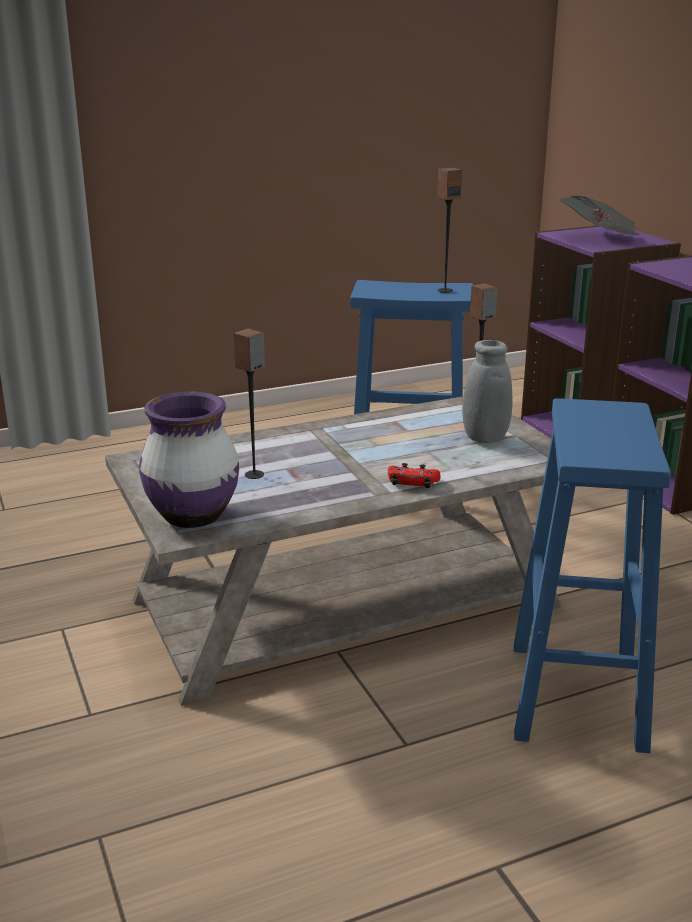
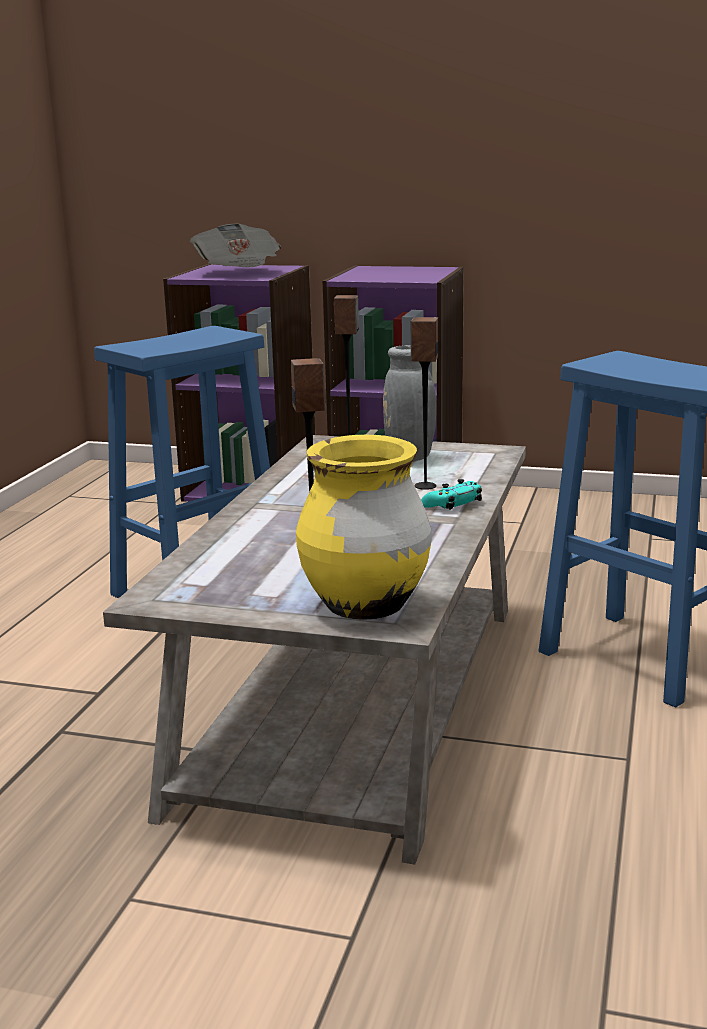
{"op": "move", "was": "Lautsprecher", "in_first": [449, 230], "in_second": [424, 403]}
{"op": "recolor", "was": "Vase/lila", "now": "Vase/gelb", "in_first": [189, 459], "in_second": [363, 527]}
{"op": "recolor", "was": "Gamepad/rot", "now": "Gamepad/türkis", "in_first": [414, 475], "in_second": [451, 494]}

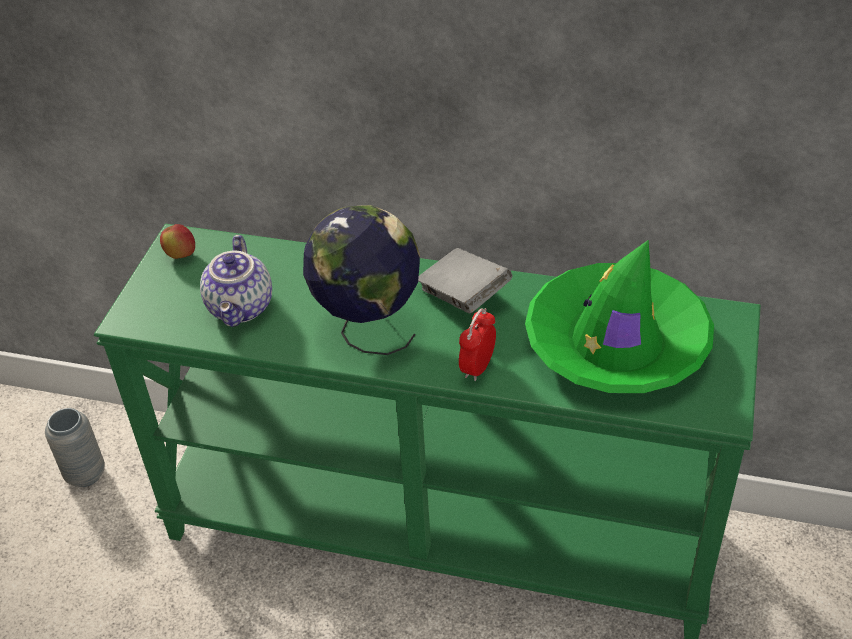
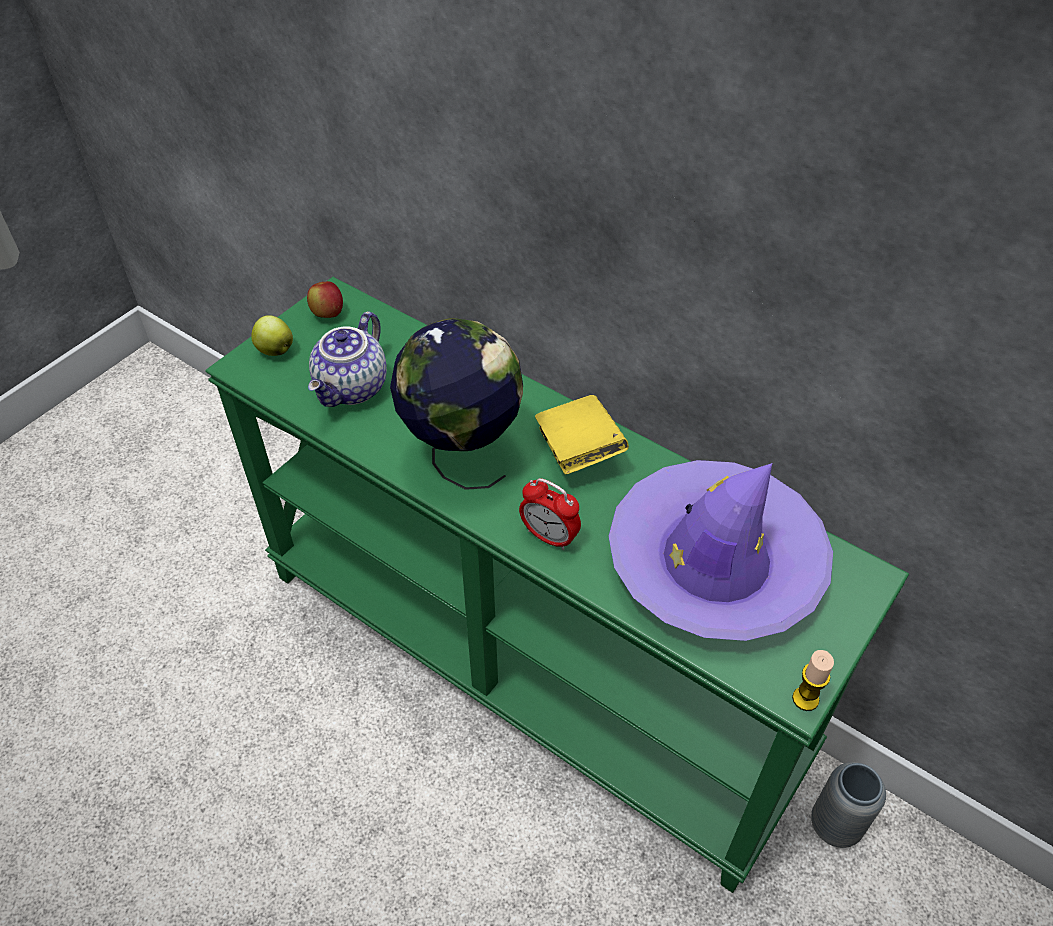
{"op": "recolor", "was": "Hut/grün", "now": "Hut/lila", "in_first": [619, 316], "in_second": [721, 550]}
{"op": "recolor", "was": "Buch/grau", "now": "Buch/gelb", "in_first": [465, 281], "in_second": [582, 434]}
{"op": "rotate", "was": "Wecker", "in_first": [477, 344], "in_second": [550, 514], "clockwise": -105}
{"op": "move", "was": "Vase/grau", "in_first": [75, 447], "in_second": [848, 805]}
{"op": "insert", "now": "Apfel", "in_second": [272, 335]}
{"op": "insert", "now": "Kerze", "in_second": [813, 680]}

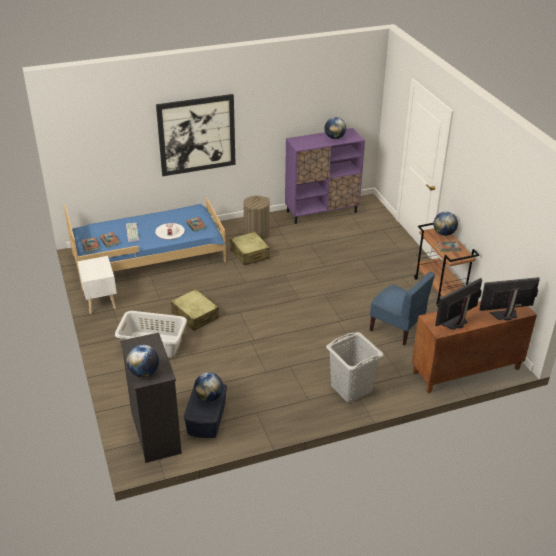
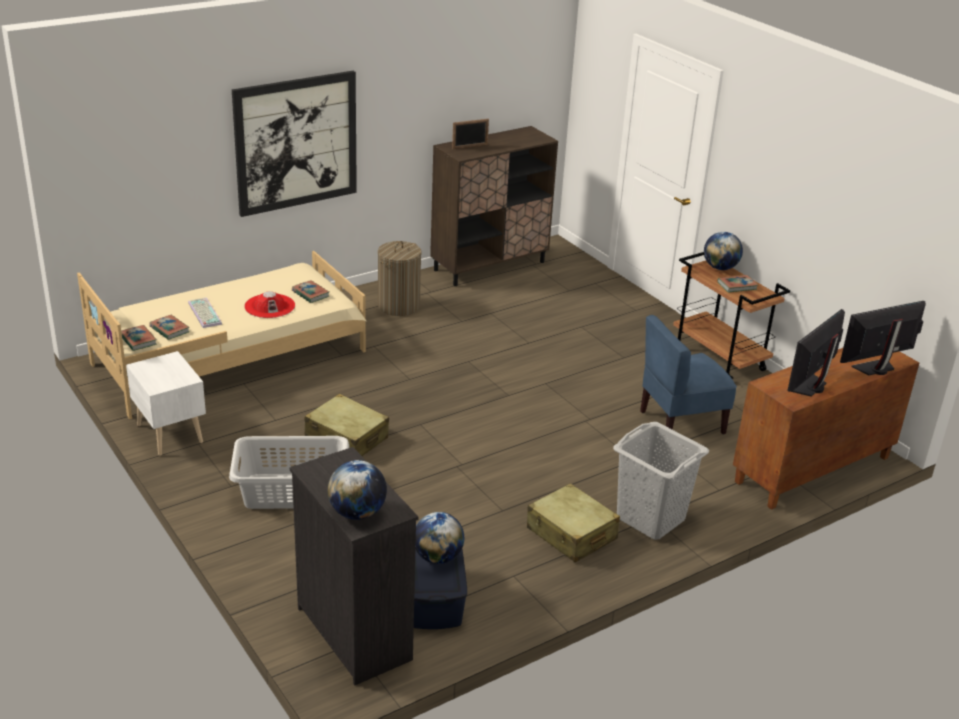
{"op": "delete", "was": "Globus", "in_first": [335, 128]}
{"op": "recolor", "was": "Schrank/lila", "now": "Schrank/braun", "in_first": [325, 176], "in_second": [494, 206]}
{"op": "recolor", "was": "Bett/blau", "now": "Bett/beige", "in_first": [145, 244], "in_second": [221, 335]}
{"op": "recolor", "was": "Hut/weiß", "now": "Hut/rot", "in_first": [170, 231], "in_second": [269, 304]}
{"op": "move", "was": "Koffer/beige", "in_first": [250, 249], "in_second": [573, 522]}
{"op": "rotate", "was": "Stuhl/blau", "in_first": [402, 309], "in_second": [688, 374], "clockwise": 135}
{"op": "insert", "now": "Bilderrahmen", "in_second": [470, 134]}

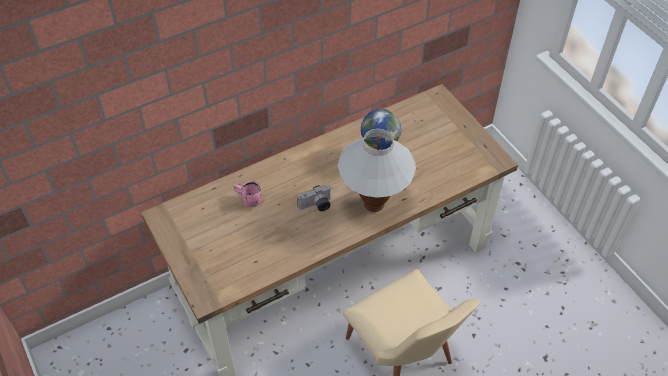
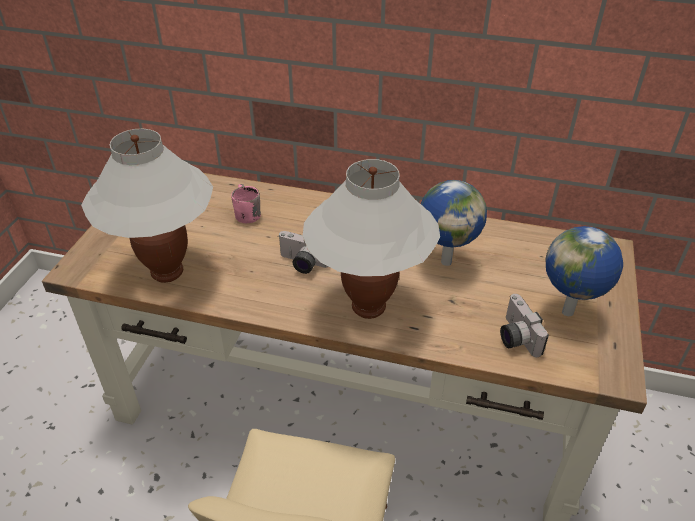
{"op": "insert", "now": "Tischlampe/weiß", "in_second": [147, 206]}
{"op": "insert", "now": "Globus", "in_second": [584, 271]}
{"op": "insert", "now": "Kamera", "in_second": [524, 325]}

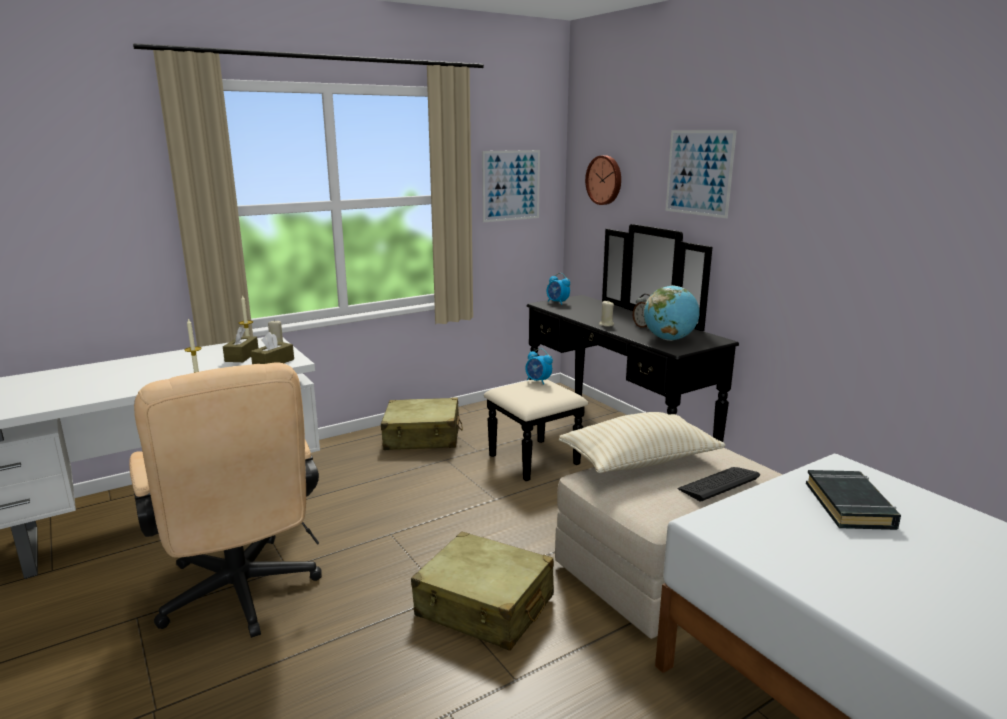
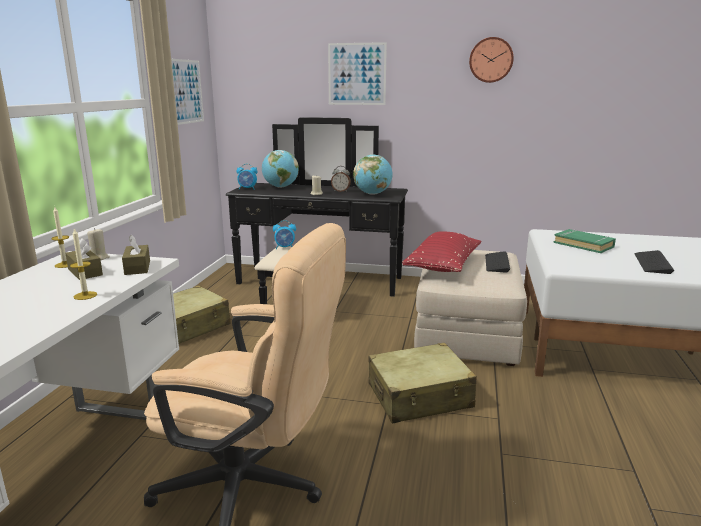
{"op": "move", "was": "Wanduhr", "in_first": [603, 180], "in_second": [491, 60]}
{"op": "recolor", "was": "Kissen/beige", "now": "Kissen/rot", "in_first": [642, 442], "in_second": [441, 251]}
{"op": "recolor", "was": "Buch/schwarz", "now": "Buch/grün", "in_first": [853, 500], "in_second": [585, 241]}
{"op": "insert", "now": "Globus", "in_second": [280, 169]}
{"op": "insert", "now": "Tastatur", "in_second": [654, 262]}

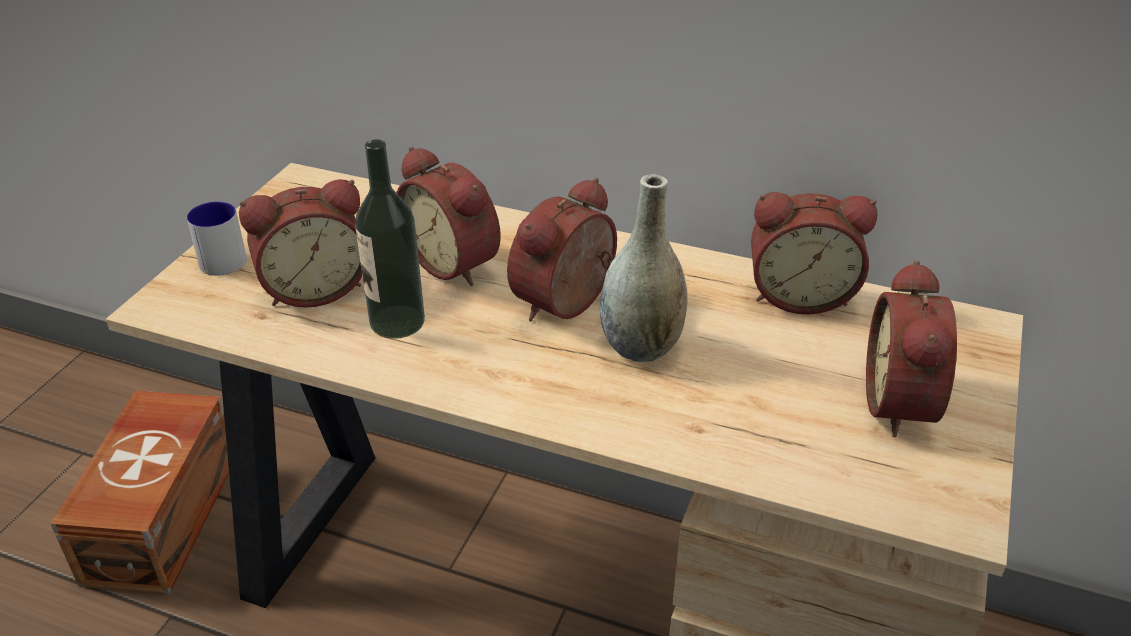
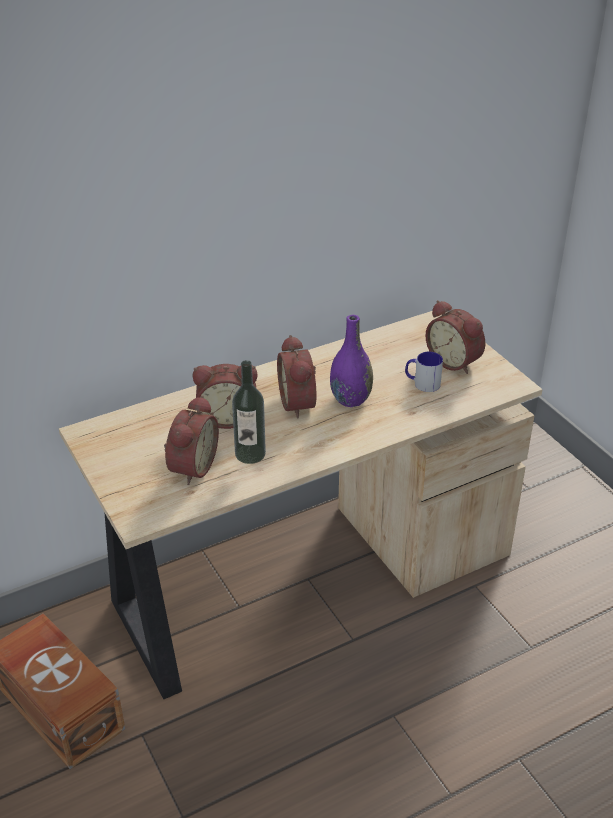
{"op": "recolor", "was": "Vase/grau", "now": "Vase/lila", "in_first": [644, 268], "in_second": [351, 361]}
{"op": "delete", "was": "Wecker", "in_first": [814, 253]}
{"op": "move", "was": "Henkelbecher", "in_first": [217, 238], "in_second": [424, 372]}

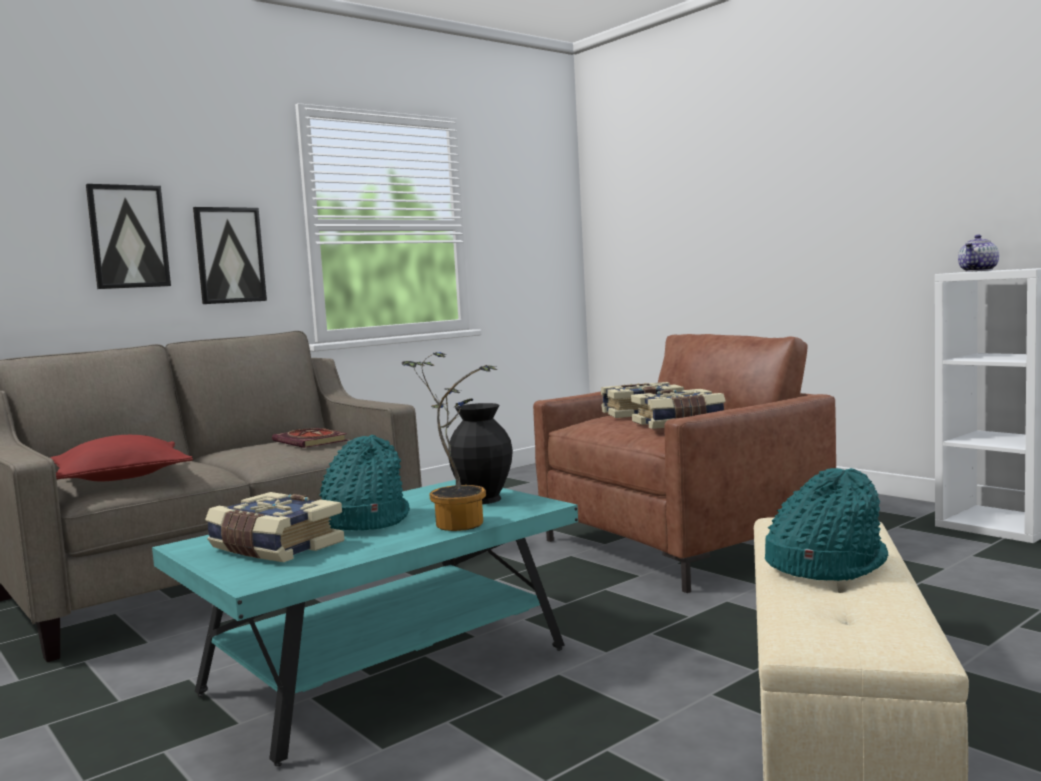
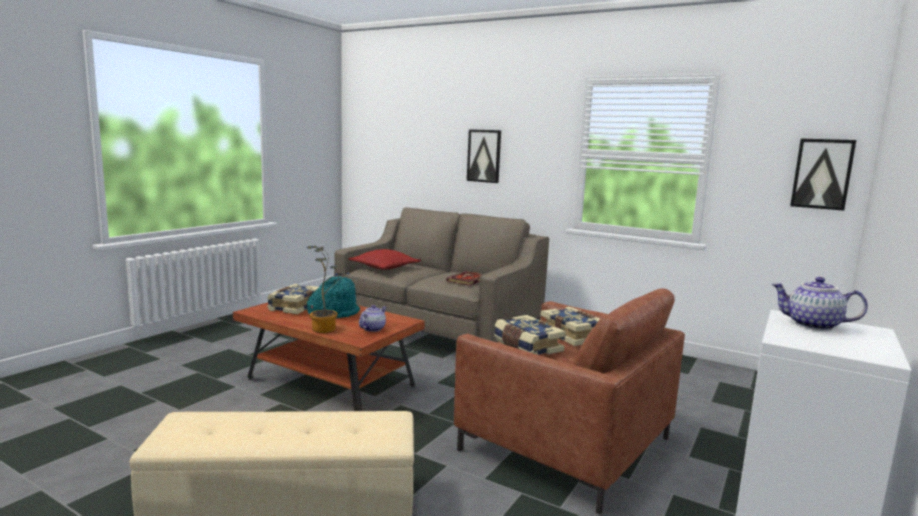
{"op": "move", "was": "Bild", "in_first": [230, 255], "in_second": [823, 175]}
{"op": "replace", "was": "Vase/schwarz", "now": "Teekanne", "in_first": [480, 453], "in_second": [372, 318]}
{"op": "delete", "was": "Hut/türkis", "in_first": [826, 524]}
{"op": "recolor", "was": "Couchtisch/türkis", "now": "Couchtisch/braun", "in_first": [365, 623], "in_second": [329, 356]}

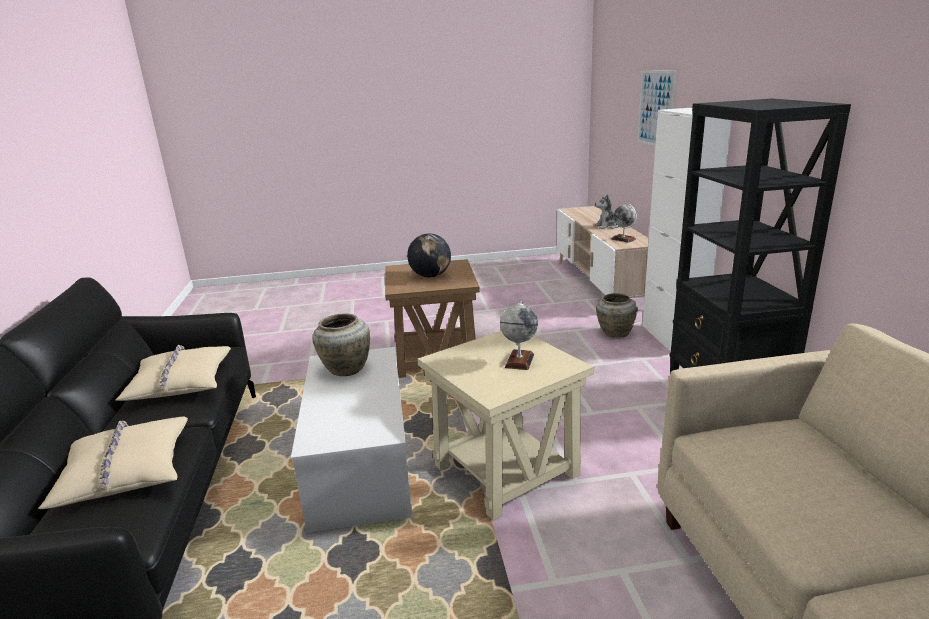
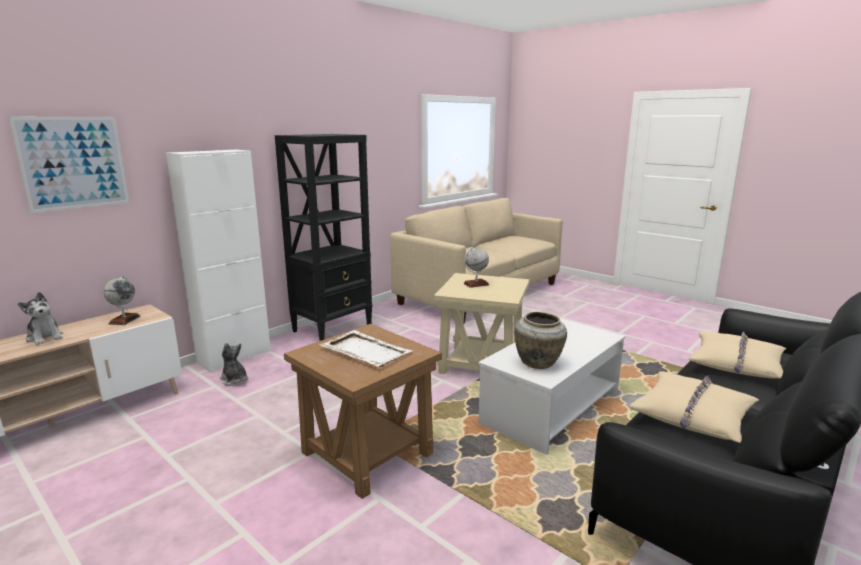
{"op": "replace", "was": "Globus", "now": "Tablett/weiß", "in_first": [429, 255], "in_second": [366, 348]}
{"op": "replace", "was": "Vase/beige", "now": "Plüschtier", "in_first": [617, 315], "in_second": [234, 364]}

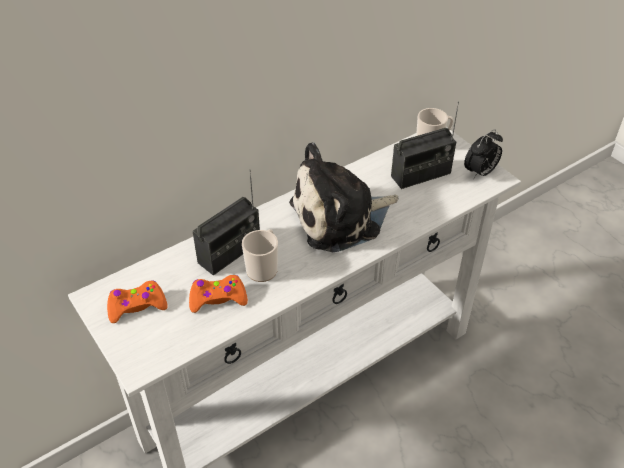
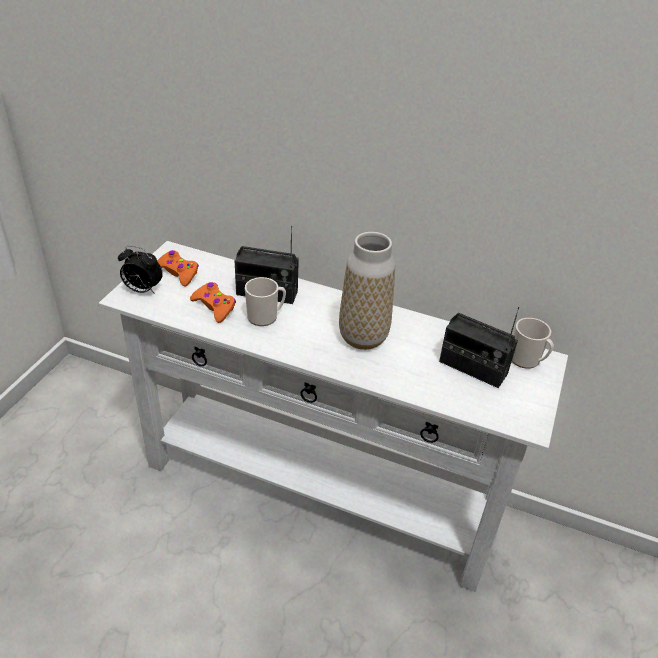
{"op": "move", "was": "Wecker", "in_first": [483, 154], "in_second": [140, 270]}
{"op": "replace", "was": "Plüschtier", "now": "Vase", "in_first": [343, 197], "in_second": [367, 291]}

